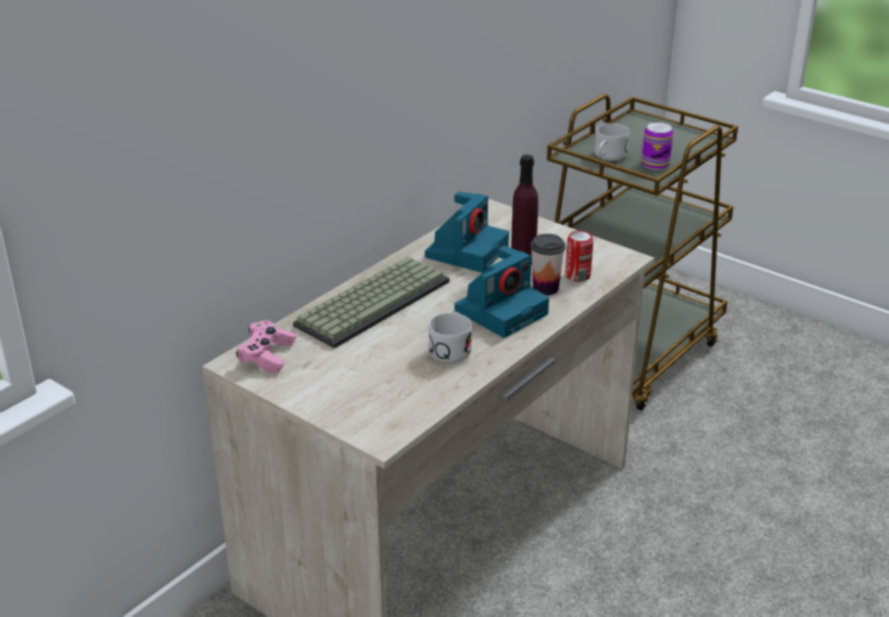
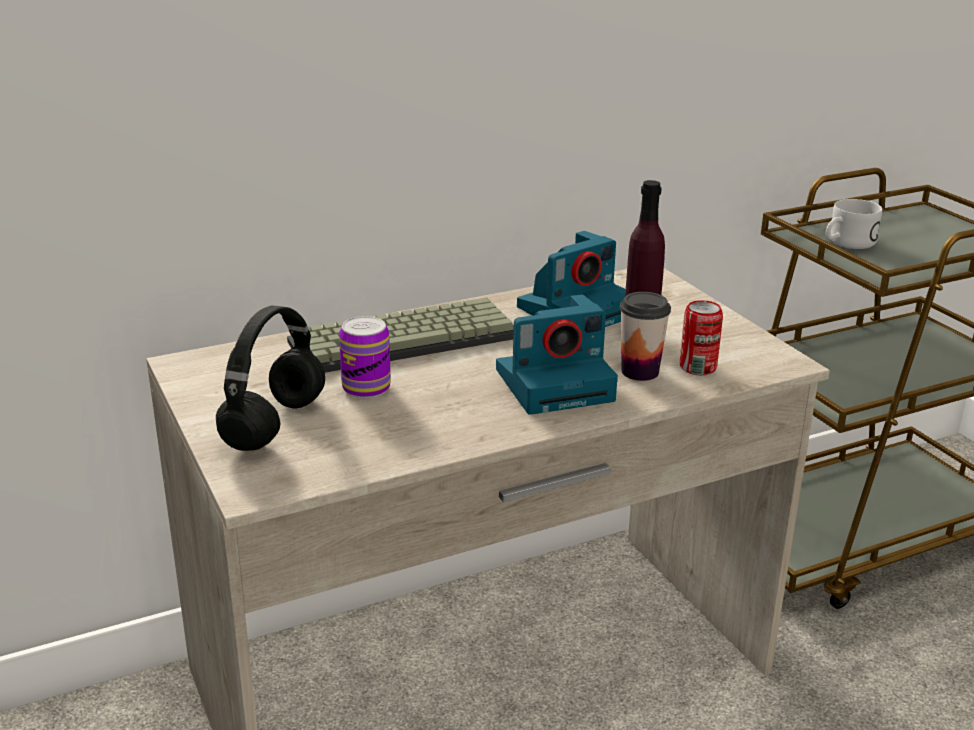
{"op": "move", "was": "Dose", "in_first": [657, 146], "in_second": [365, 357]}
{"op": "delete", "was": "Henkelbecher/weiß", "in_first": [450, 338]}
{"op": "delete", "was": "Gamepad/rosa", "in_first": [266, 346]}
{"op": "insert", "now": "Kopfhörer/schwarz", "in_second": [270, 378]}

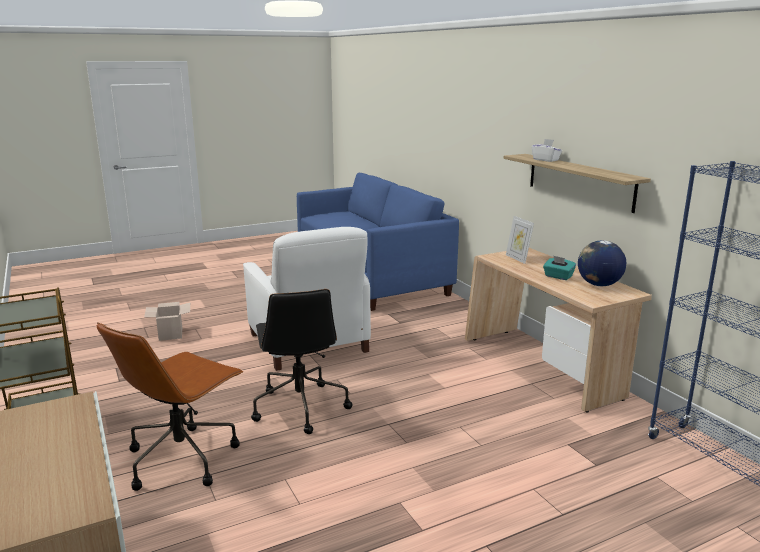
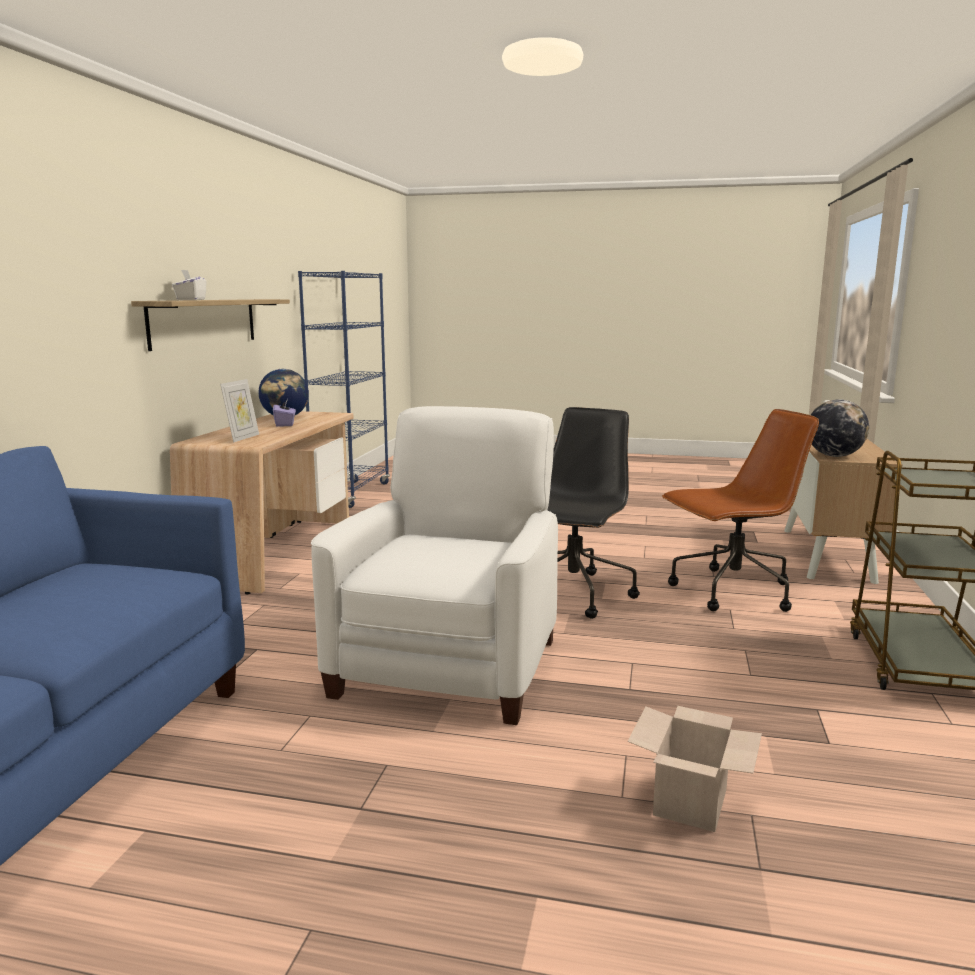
{"op": "recolor", "was": "Taschentuchbox/türkis", "now": "Taschentuchbox/lila", "in_first": [559, 267], "in_second": [284, 413]}
{"op": "insert", "now": "Globus", "in_second": [840, 428]}

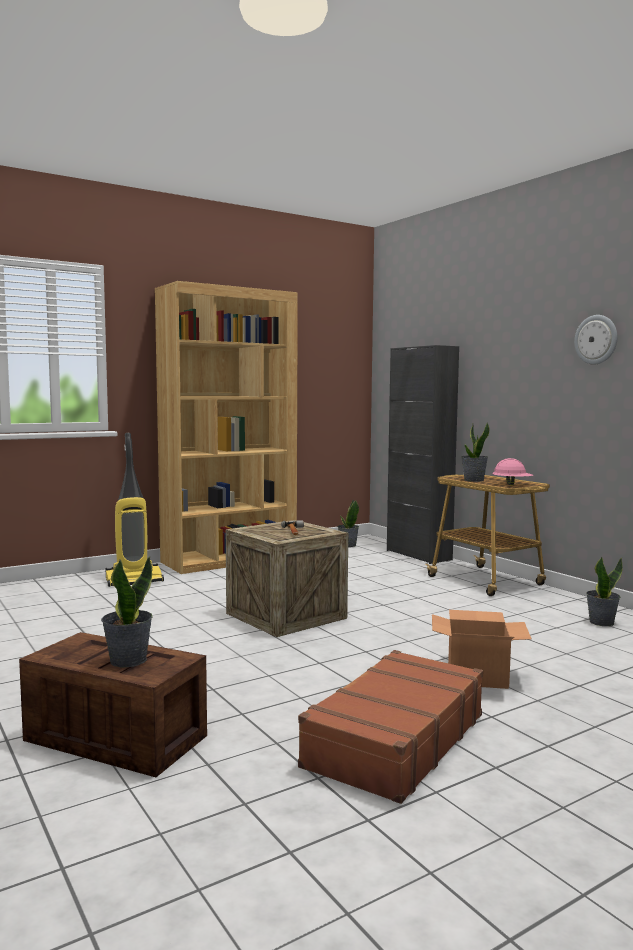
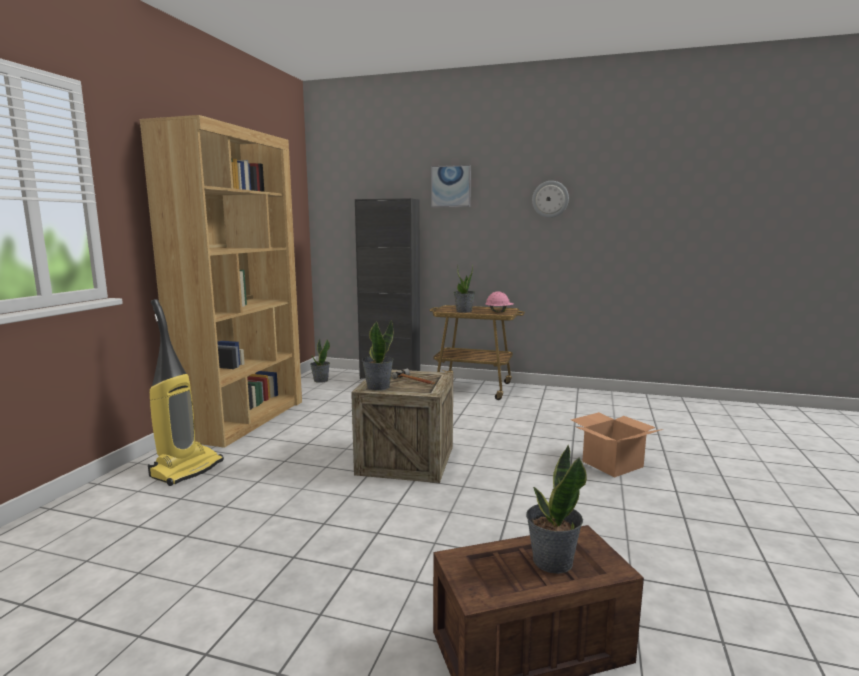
{"op": "move", "was": "Topfpflanze", "in_first": [604, 591], "in_second": [378, 355]}
{"op": "delete", "was": "Koffer/braun", "in_first": [390, 727]}
{"op": "insert", "now": "Bild", "in_second": [451, 186]}

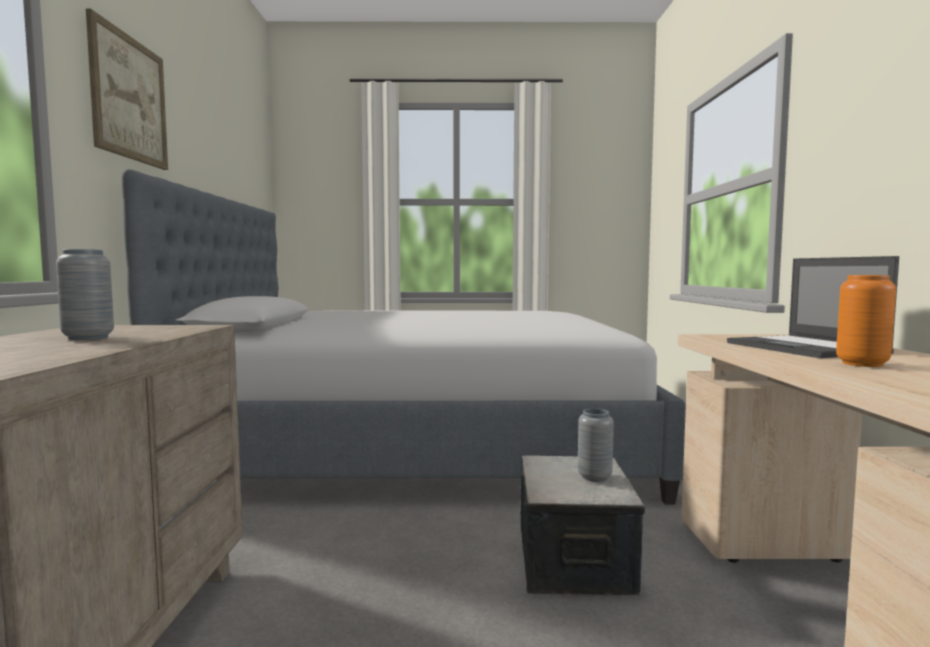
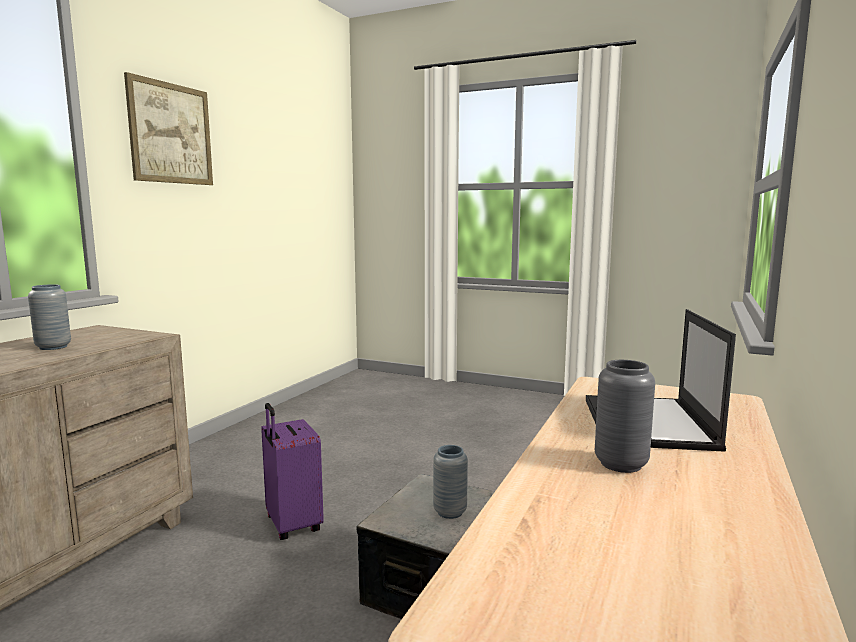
{"op": "delete", "was": "Bett", "in_first": [404, 337]}
{"op": "recolor", "was": "Vase/orange", "now": "Vase/grau", "in_first": [866, 321], "in_second": [625, 416]}
{"op": "insert", "now": "Koffer/lila", "in_second": [292, 471]}

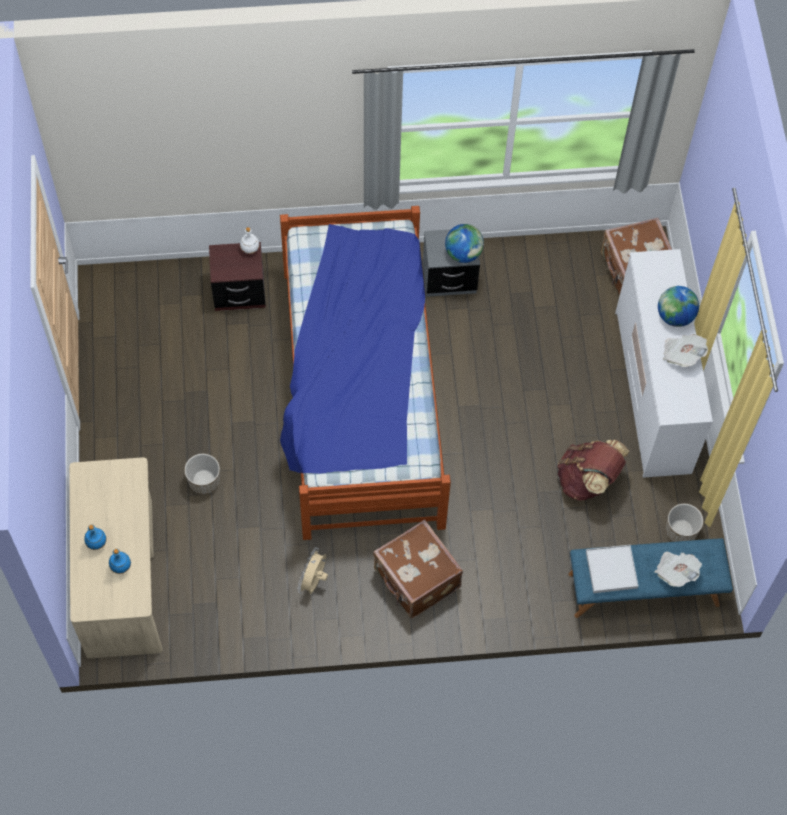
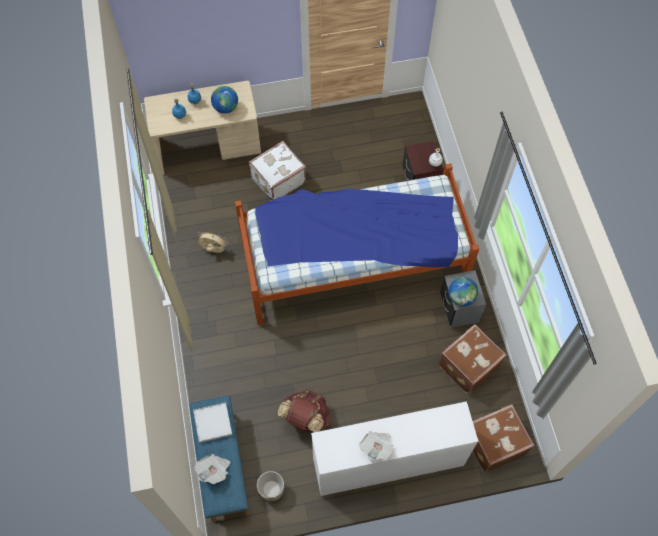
{"op": "move", "was": "Globus", "in_first": [678, 306], "in_second": [224, 100]}
{"op": "replace", "was": "Pflanzkübel", "now": "Koffer/weiß", "in_first": [202, 474], "in_second": [277, 171]}
{"op": "move", "was": "Koffer/braun", "in_first": [418, 569], "in_second": [472, 359]}

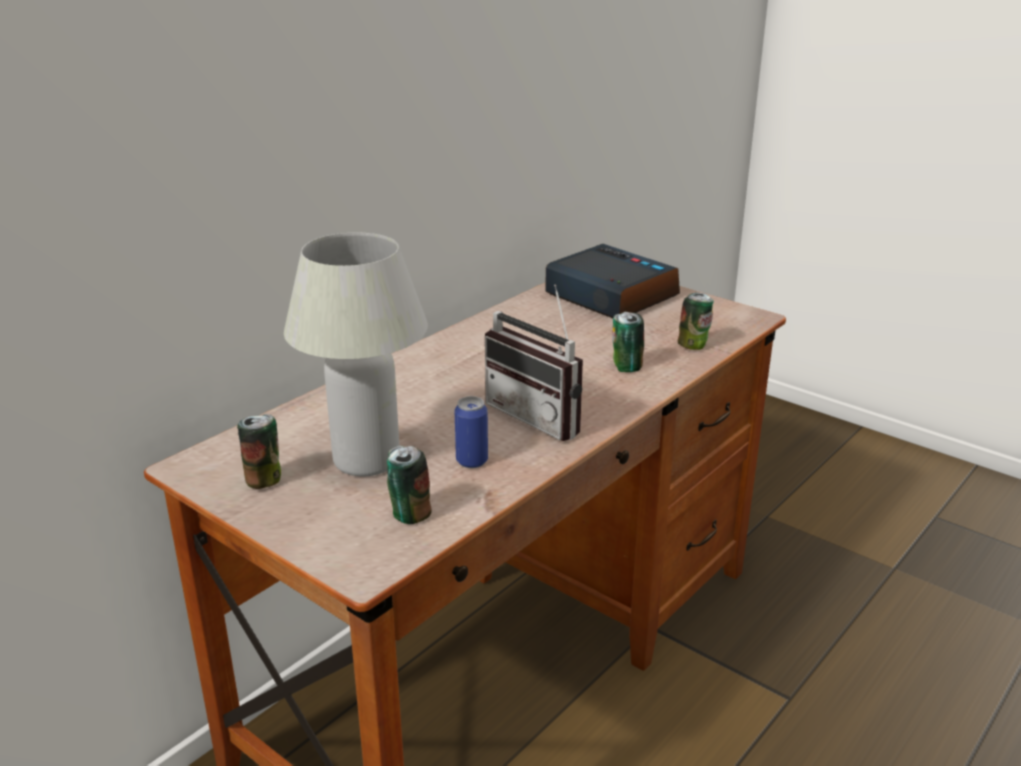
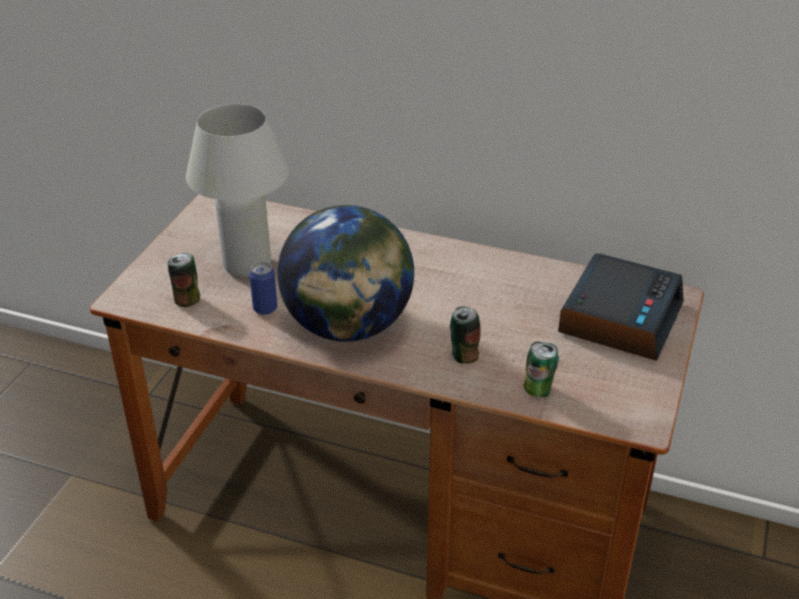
{"op": "replace", "was": "Radio", "now": "Globus", "in_first": [534, 363], "in_second": [345, 273]}
{"op": "delete", "was": "Dose", "in_first": [259, 451]}

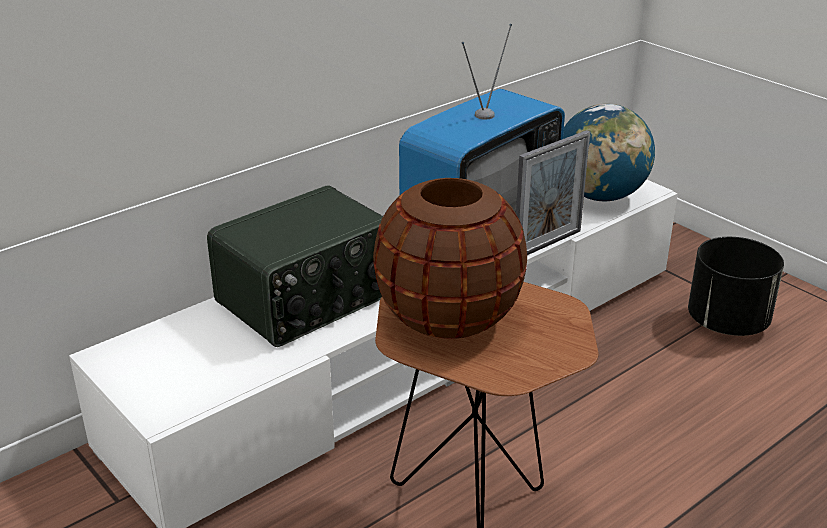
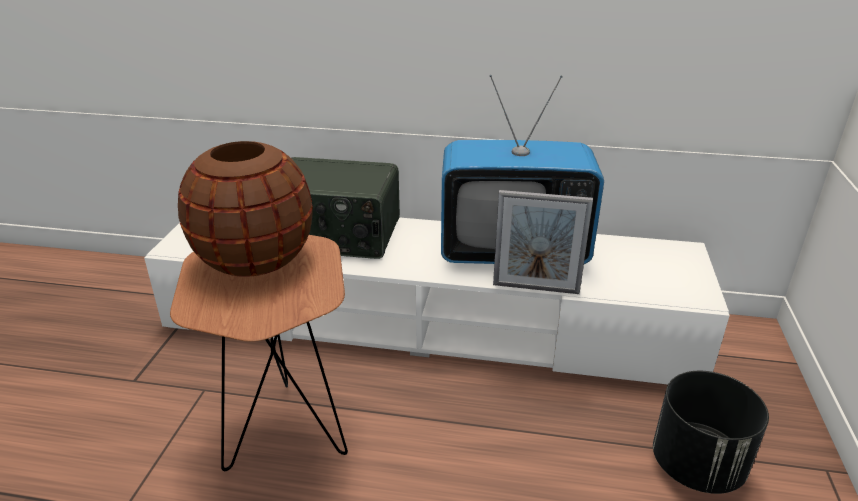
{"op": "delete", "was": "Globus", "in_first": [609, 152]}

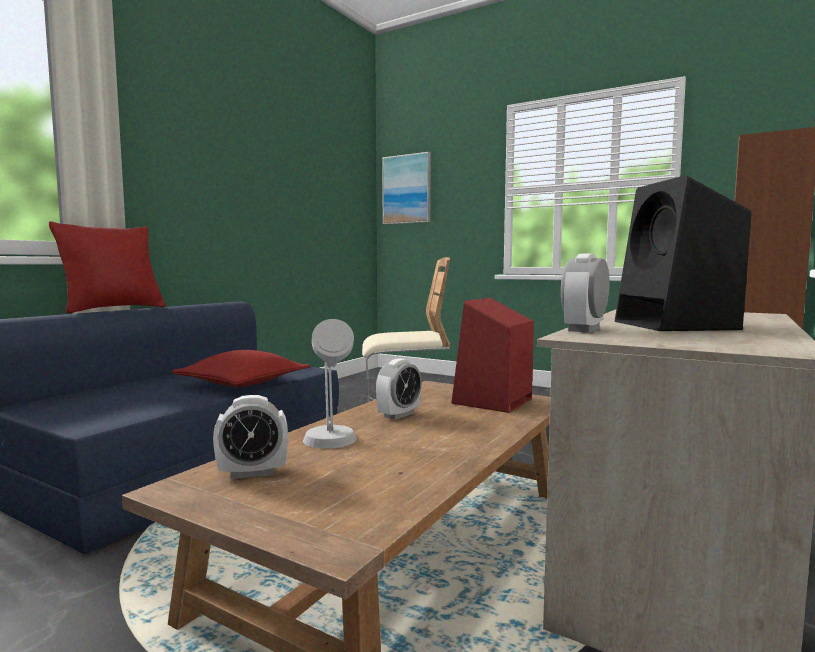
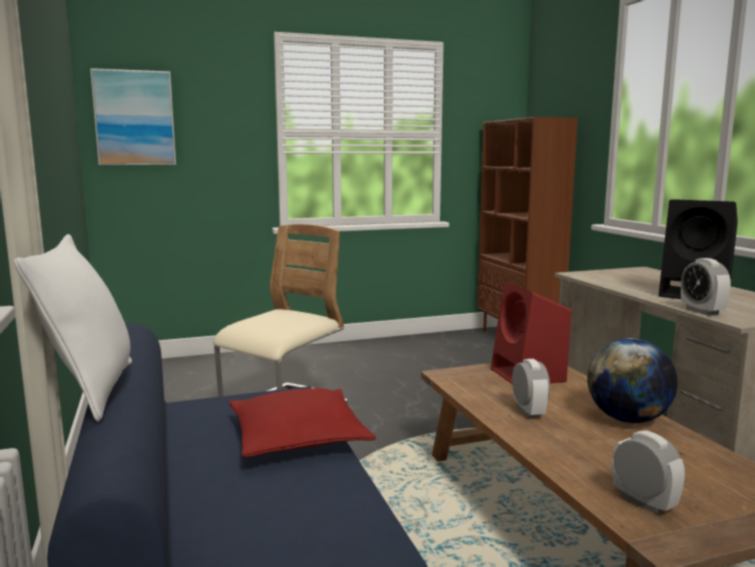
{"op": "recolor", "was": "Kissen/rot", "now": "Kissen/weiß", "in_first": [107, 267], "in_second": [73, 328]}
{"op": "delete", "was": "Tischlampe/grau", "in_first": [330, 384]}
{"op": "rotate", "was": "Wecker", "in_first": [250, 437], "in_second": [648, 472], "clockwise": -60}
{"op": "insert", "now": "Globus", "in_second": [632, 380]}

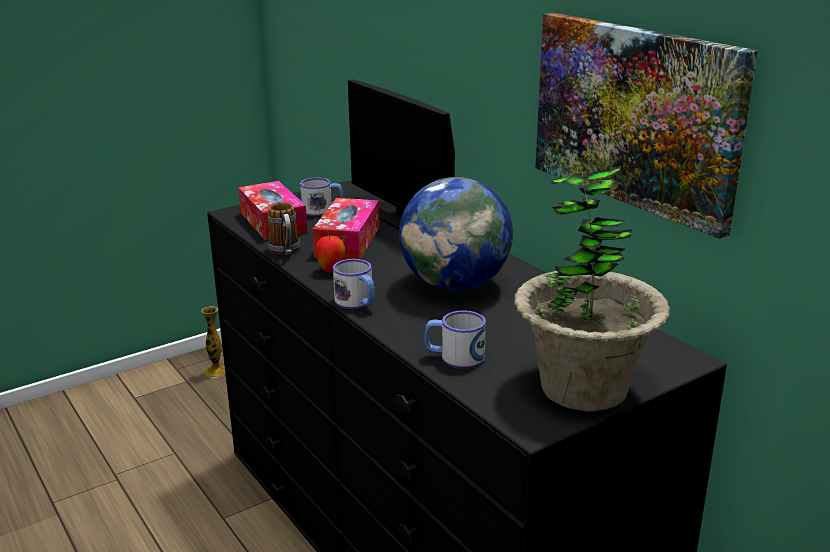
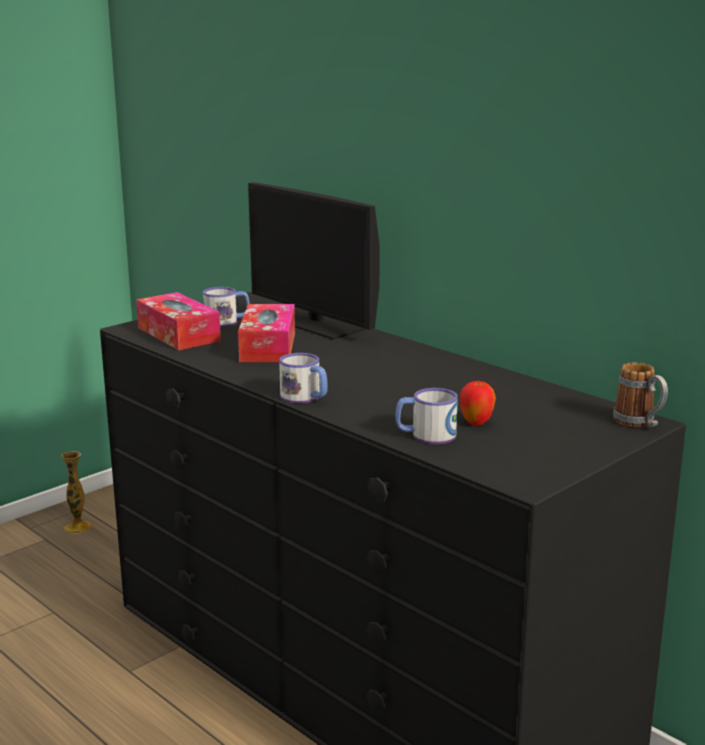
{"op": "delete", "was": "Bild", "in_first": [646, 126]}
{"op": "delete", "was": "Topfpflanze", "in_first": [592, 289]}
{"op": "delete", "was": "Globus", "in_first": [456, 234]}
{"op": "move", "was": "Henkelbecher", "in_first": [284, 228], "in_second": [640, 395]}
{"op": "move", "was": "Apfel", "in_first": [330, 254], "in_second": [478, 403]}

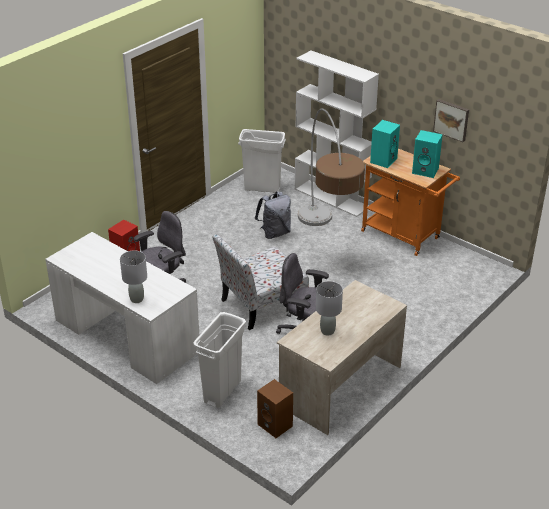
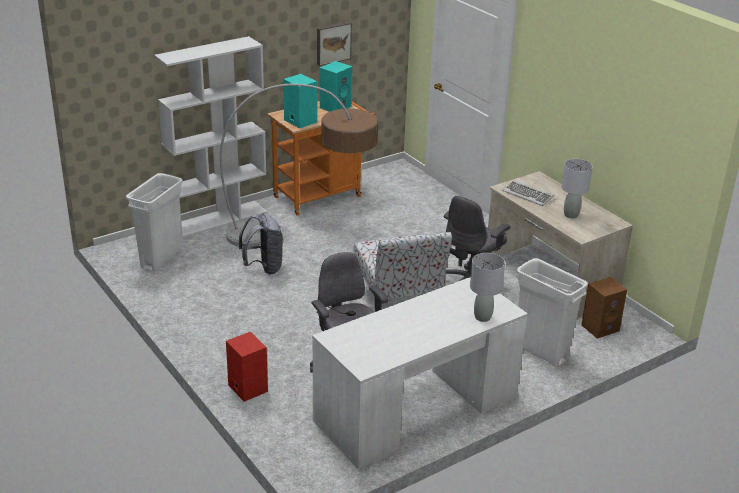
{"op": "insert", "now": "Tastatur", "in_second": [528, 193]}

